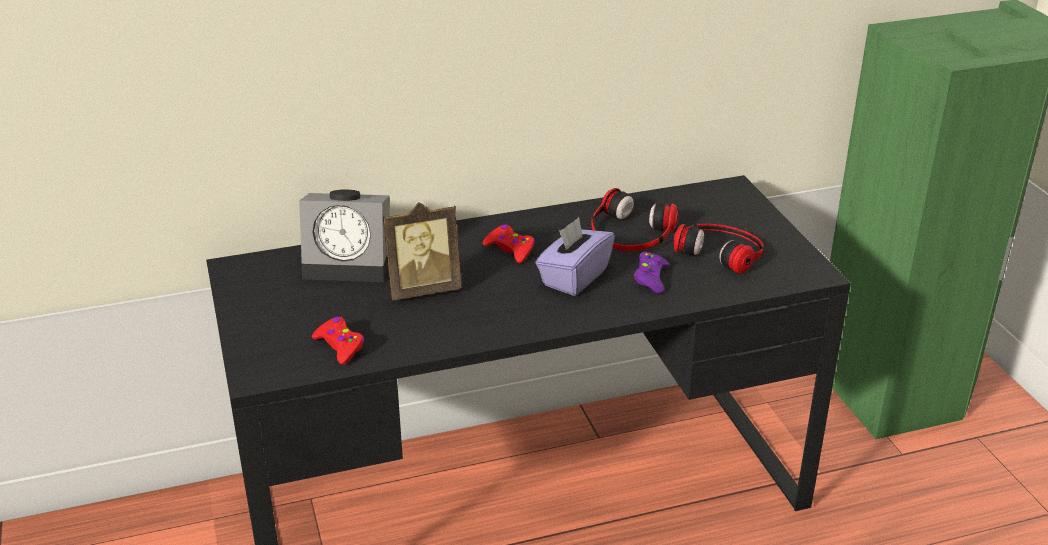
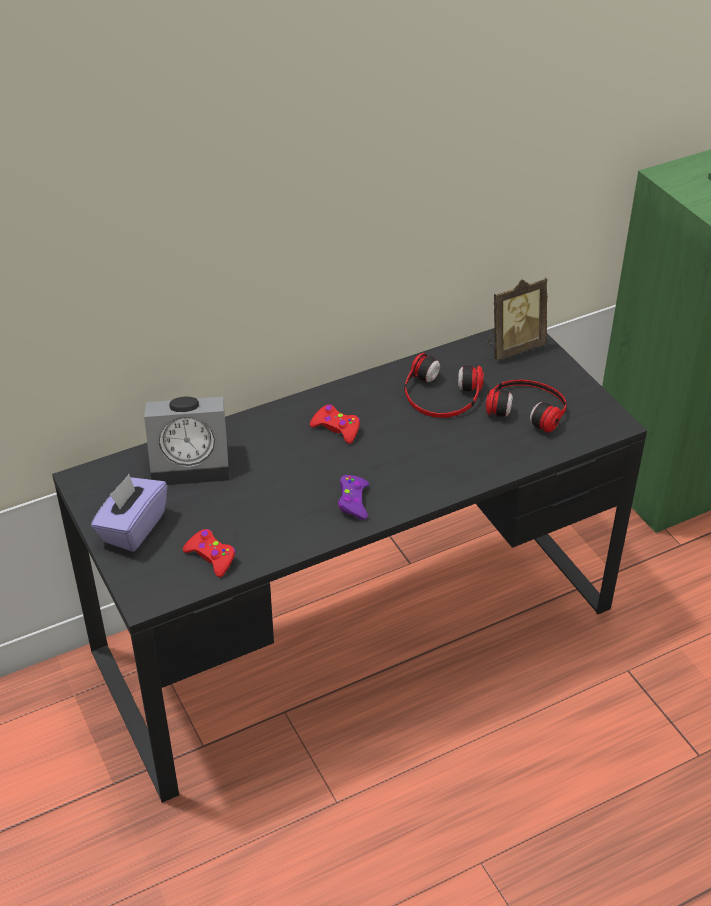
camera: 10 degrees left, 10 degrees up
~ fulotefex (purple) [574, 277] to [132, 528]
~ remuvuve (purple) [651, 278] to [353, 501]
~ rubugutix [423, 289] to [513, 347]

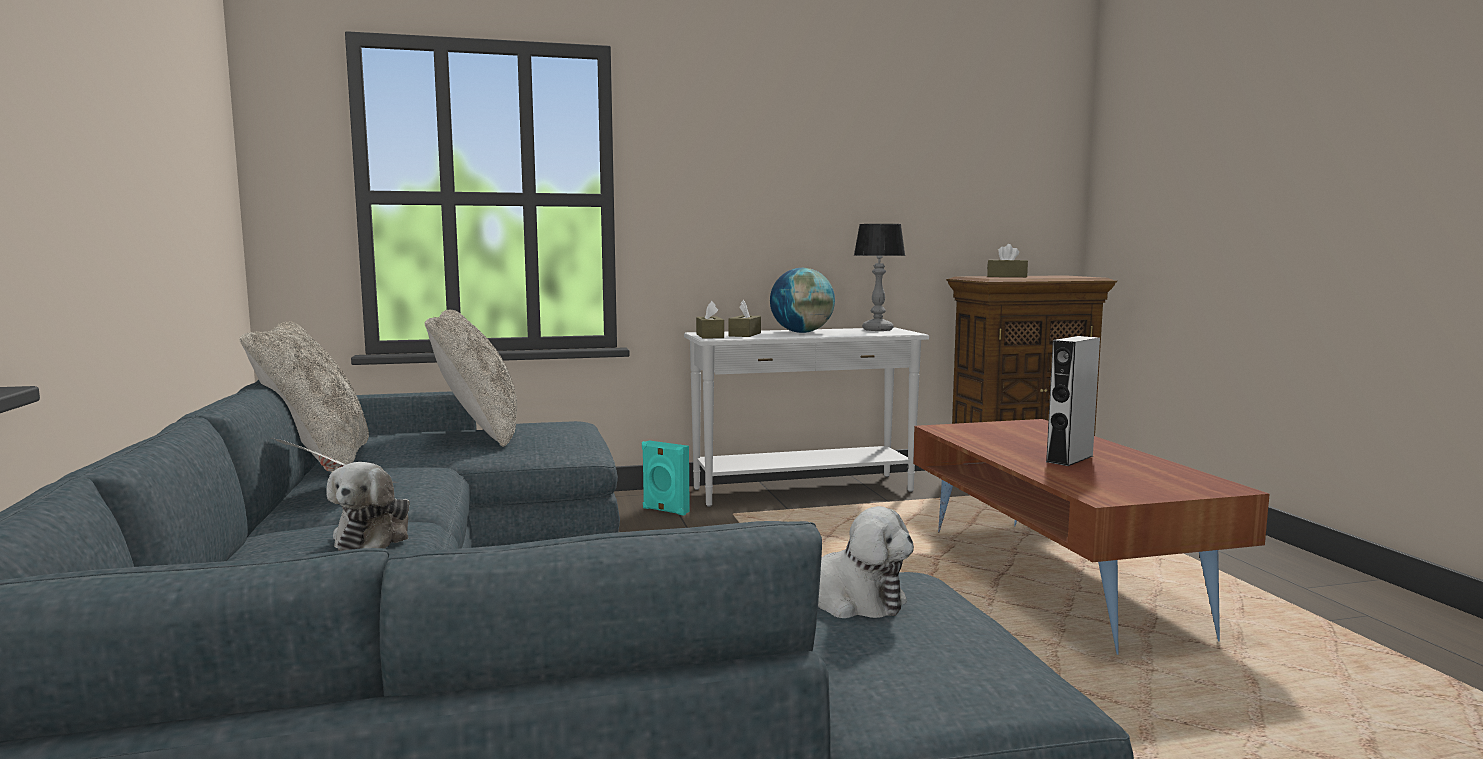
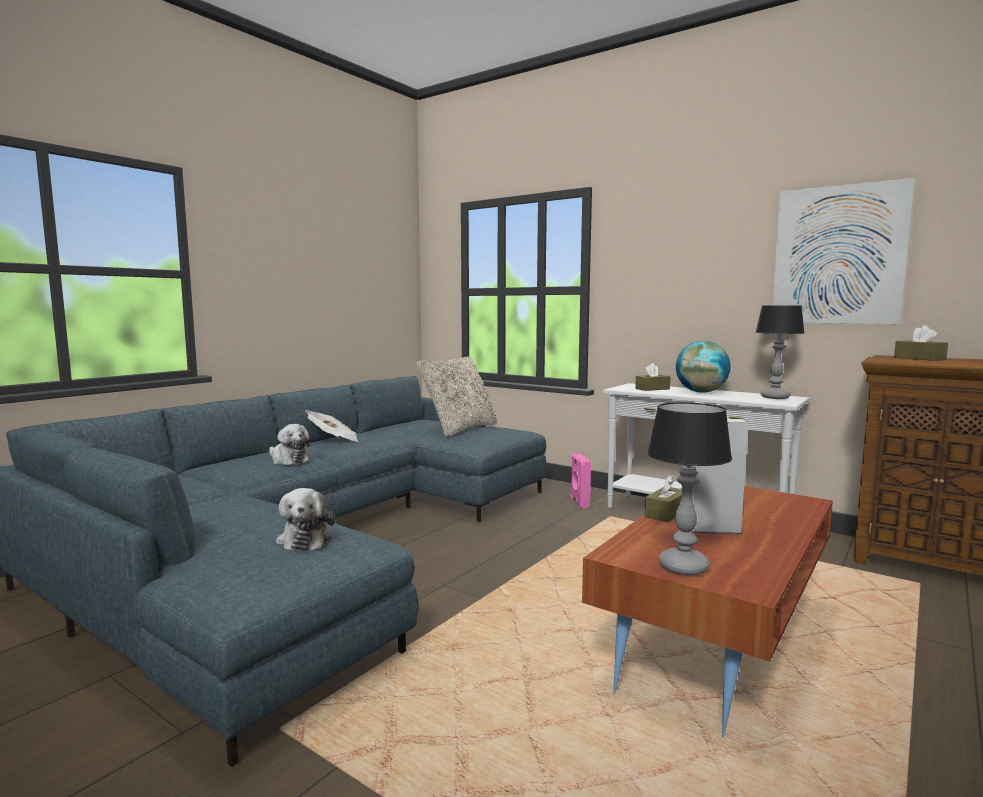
camera: 50 degrees right, 0 degrees up
~ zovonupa [375, 536] = [288, 460] 105 degrees counterclockwise
~ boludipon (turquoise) [665, 510] to boludipon (pink) [579, 502]
~ fulotefex (brown) [710, 336] to [666, 513]
+ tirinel [683, 567]
+ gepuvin [838, 255]
- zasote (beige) [318, 461]

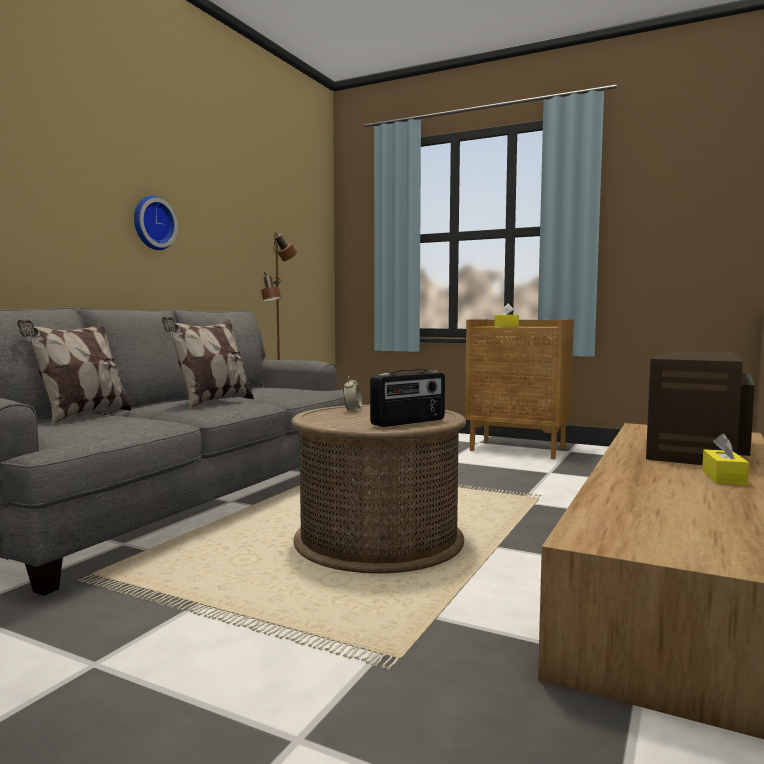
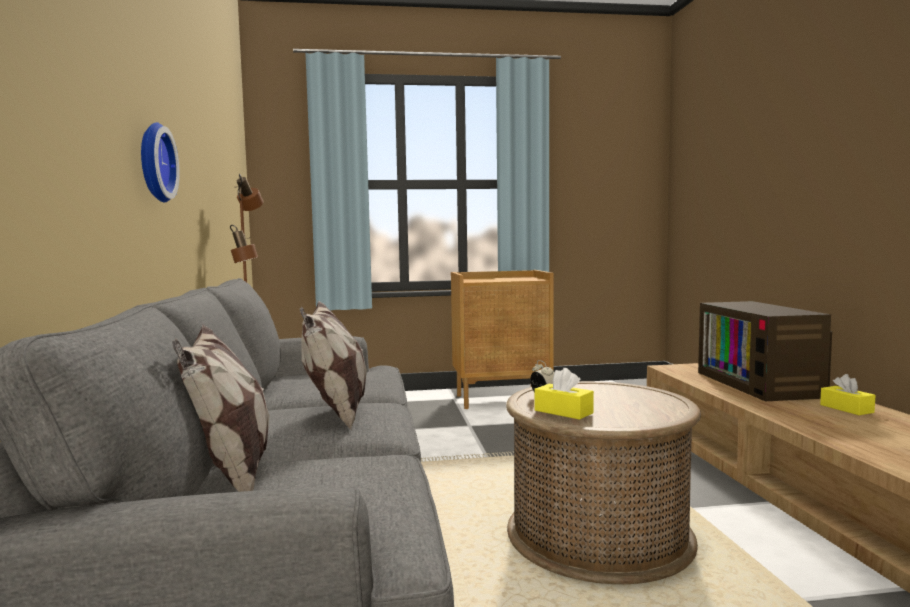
camera: 35 degrees left, 0 degrees up
~ fulotefex (yellow) [506, 326] to [563, 412]
- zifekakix [409, 422]

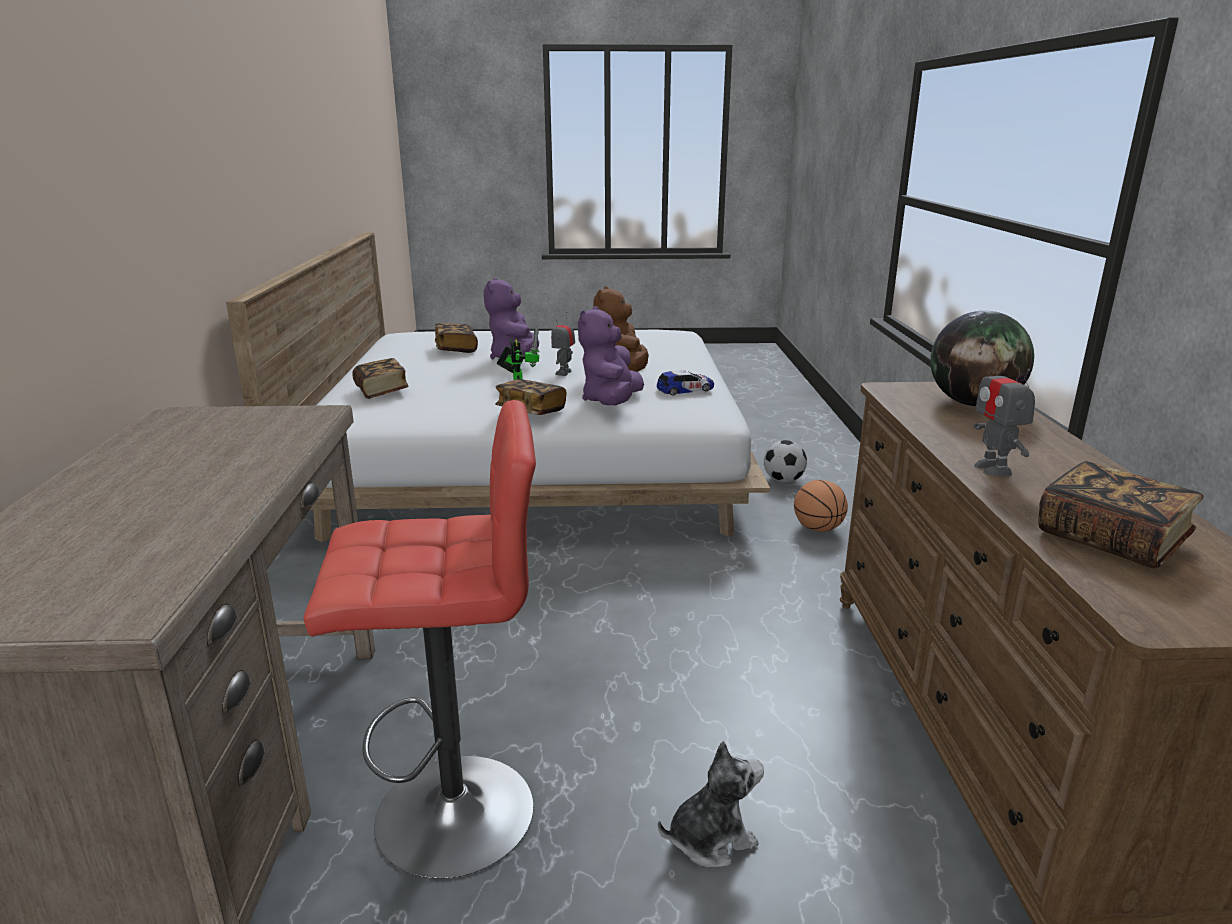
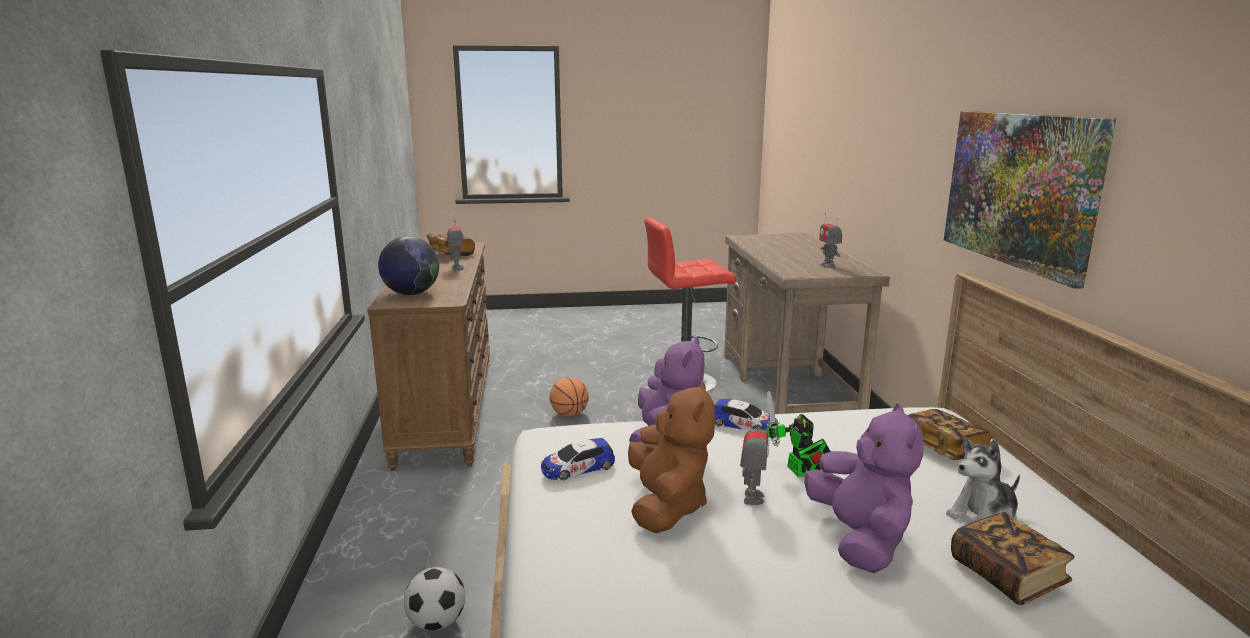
camera: 175 degrees right, 5 degrees down
~ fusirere [818, 529] to [569, 414]
~ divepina [531, 411] to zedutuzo [743, 424]
+ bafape [828, 265]
+ gepuvin [1019, 189]
~ zovonupa [710, 839] to [983, 517]

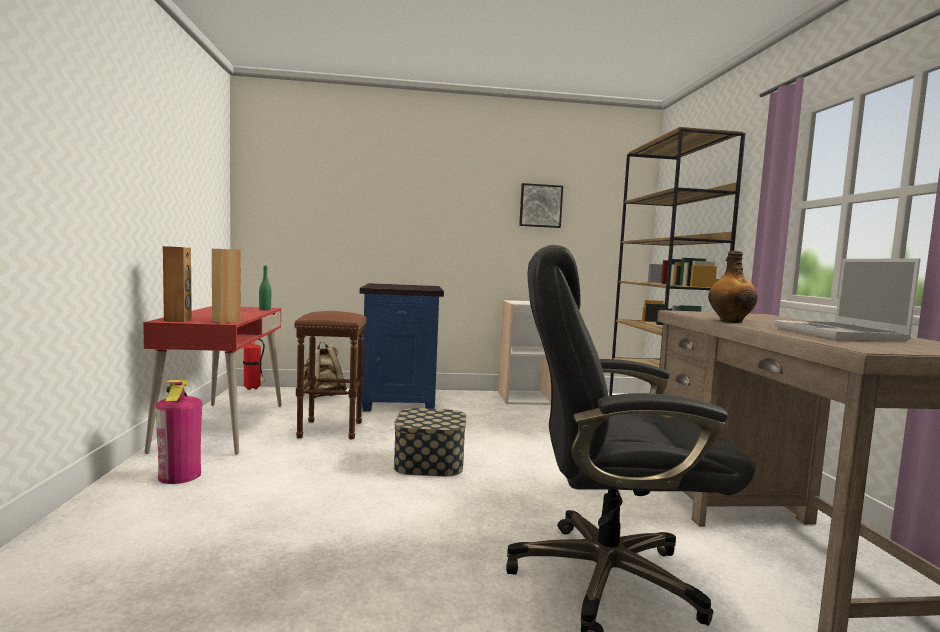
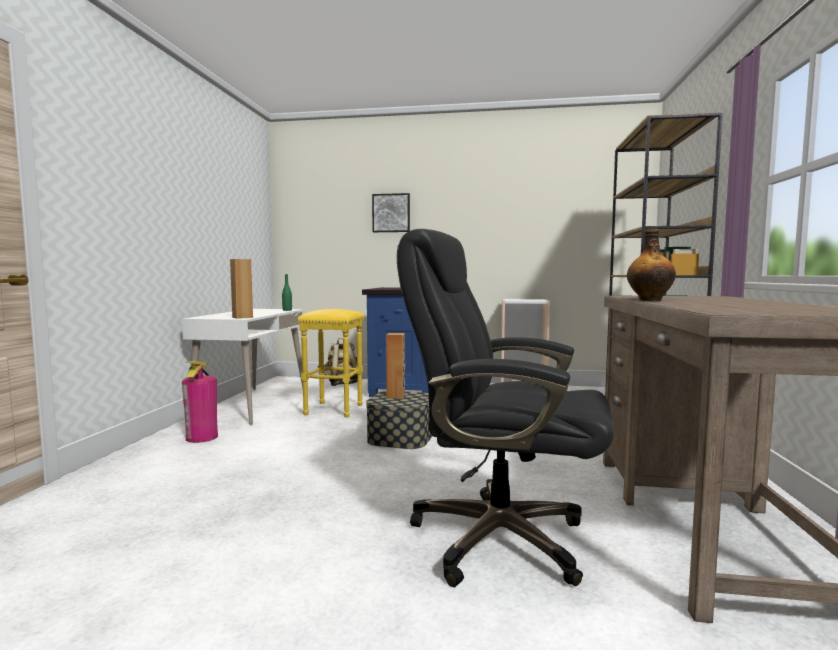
camera: 15 degrees right, 0 degrees up
~ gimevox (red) [222, 426] to gimevox (white) [252, 405]
~ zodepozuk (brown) [331, 430] to zodepozuk (yellow) [334, 410]
~ gepuvin [540, 206] to [391, 213]
~ boludipon (brown) [178, 320] to [396, 396]
- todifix [253, 389]
- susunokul [839, 334]

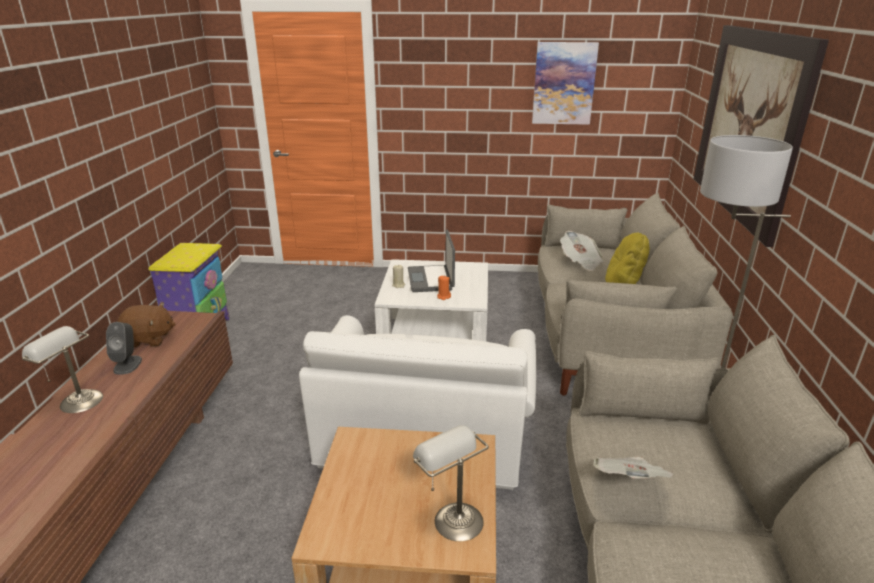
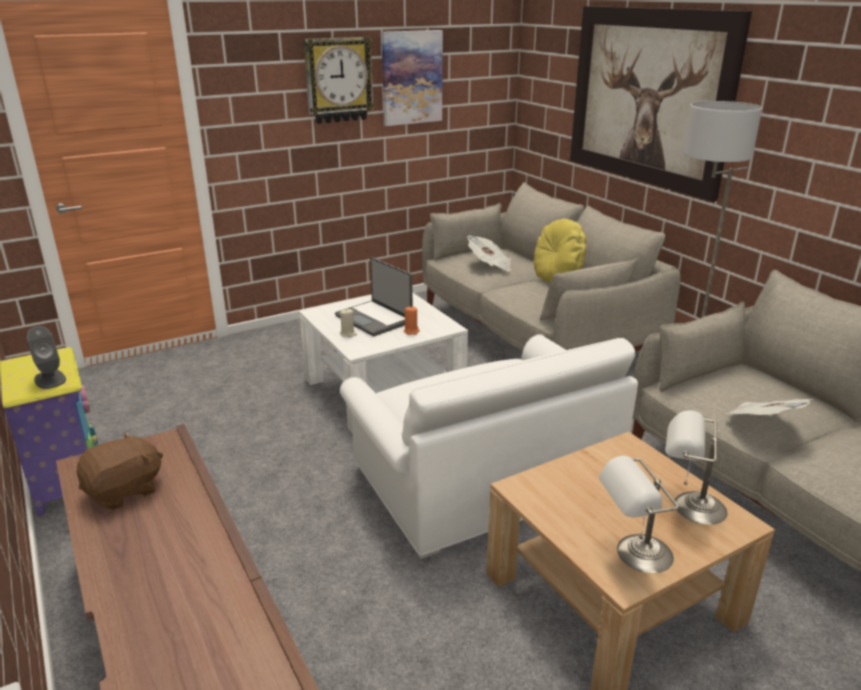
camera: 35 degrees left, 0 degrees up
~ boludipon (grey) [128, 364] to [50, 379]
+ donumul [338, 80]
~ tirinel (white) [74, 399] to [634, 556]

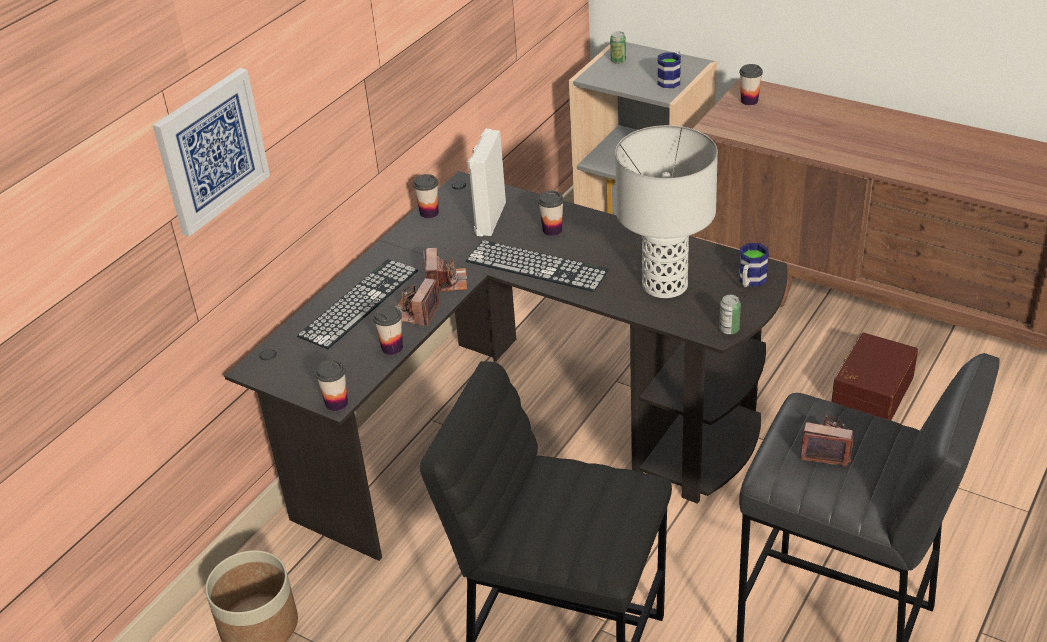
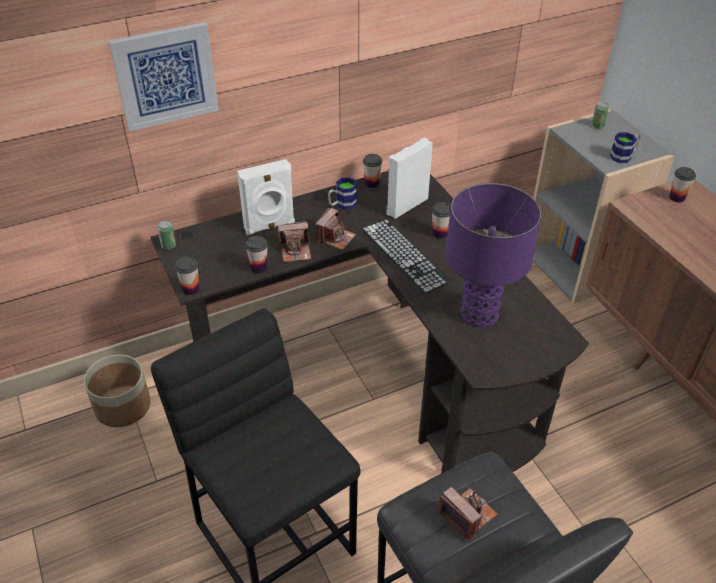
camera: 30 degrees right, 5 degrees up
~ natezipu [729, 329] to [168, 246]
~ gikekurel [359, 303] to boludipon (white) [269, 226]
~ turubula [415, 313] = [295, 251] 150 degrees counterclockwise
~ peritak [750, 281] to [342, 204]
~ tirinel (white) [663, 285] to tirinel (purple) [478, 313]
- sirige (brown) [870, 391]

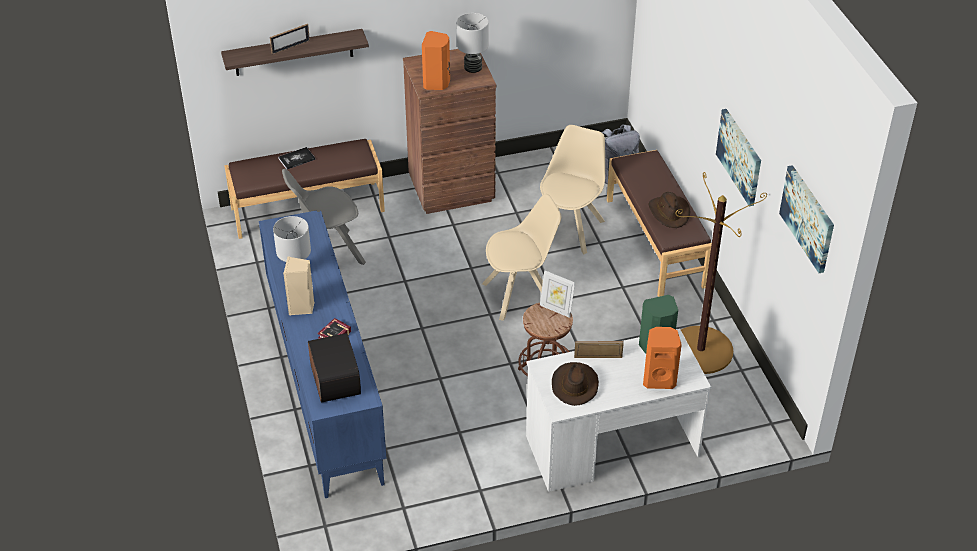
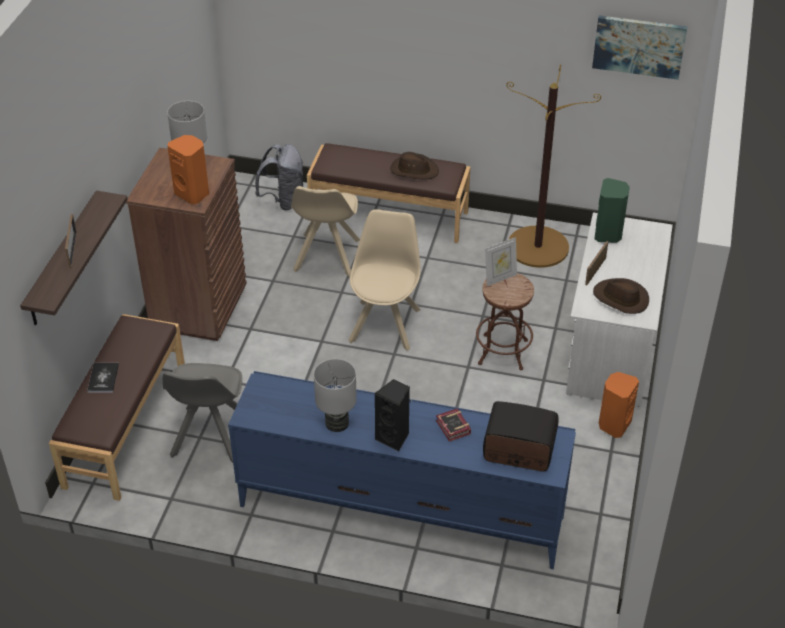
camera: 60 degrees left, 0 degrees up
~ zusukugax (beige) [570, 229] = [326, 256] 135 degrees counterclockwise
~ boludipon (beige) [301, 307] to boludipon (black) [394, 438]
~ boludipon (orange) [659, 379] to [613, 424]
- gepuvin [740, 156]

